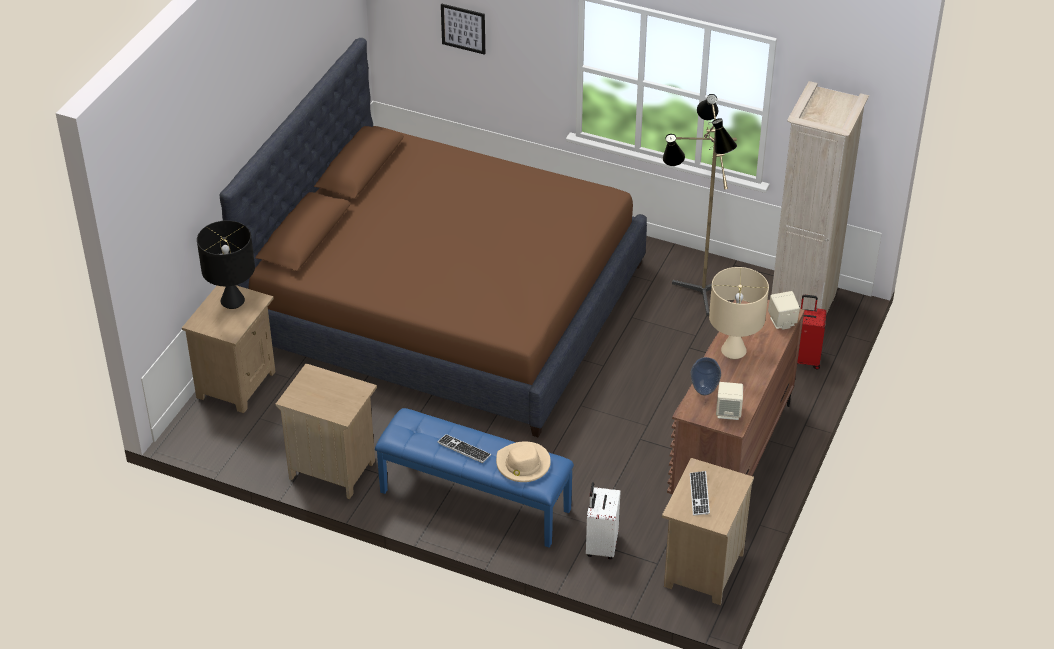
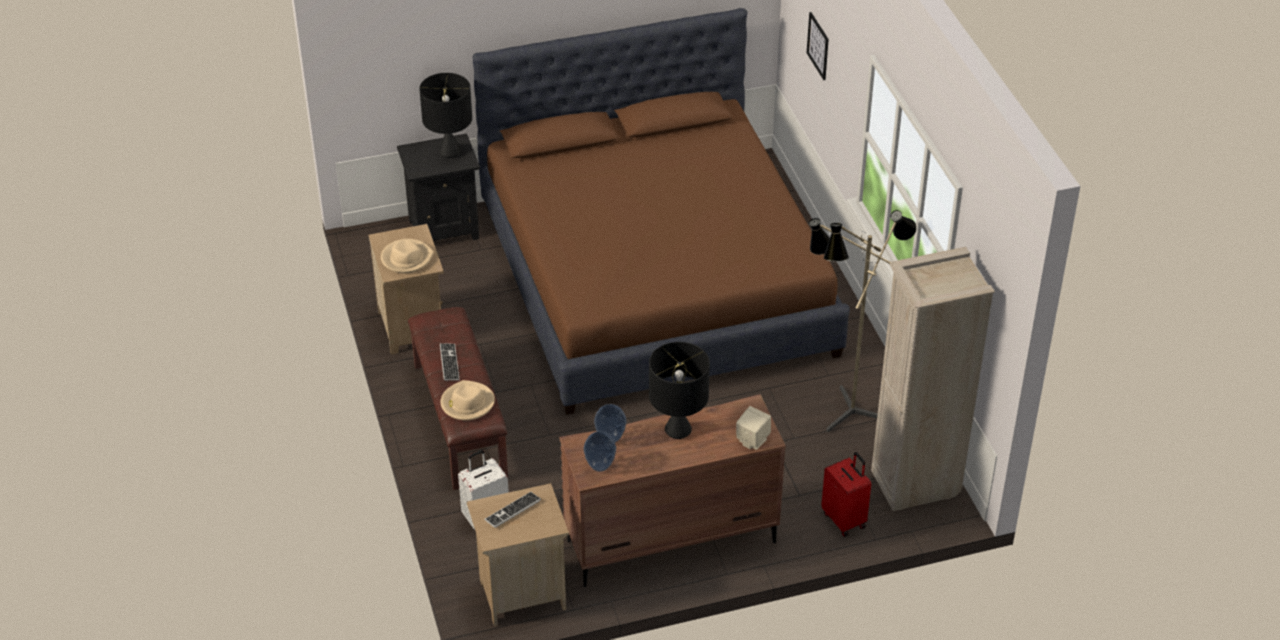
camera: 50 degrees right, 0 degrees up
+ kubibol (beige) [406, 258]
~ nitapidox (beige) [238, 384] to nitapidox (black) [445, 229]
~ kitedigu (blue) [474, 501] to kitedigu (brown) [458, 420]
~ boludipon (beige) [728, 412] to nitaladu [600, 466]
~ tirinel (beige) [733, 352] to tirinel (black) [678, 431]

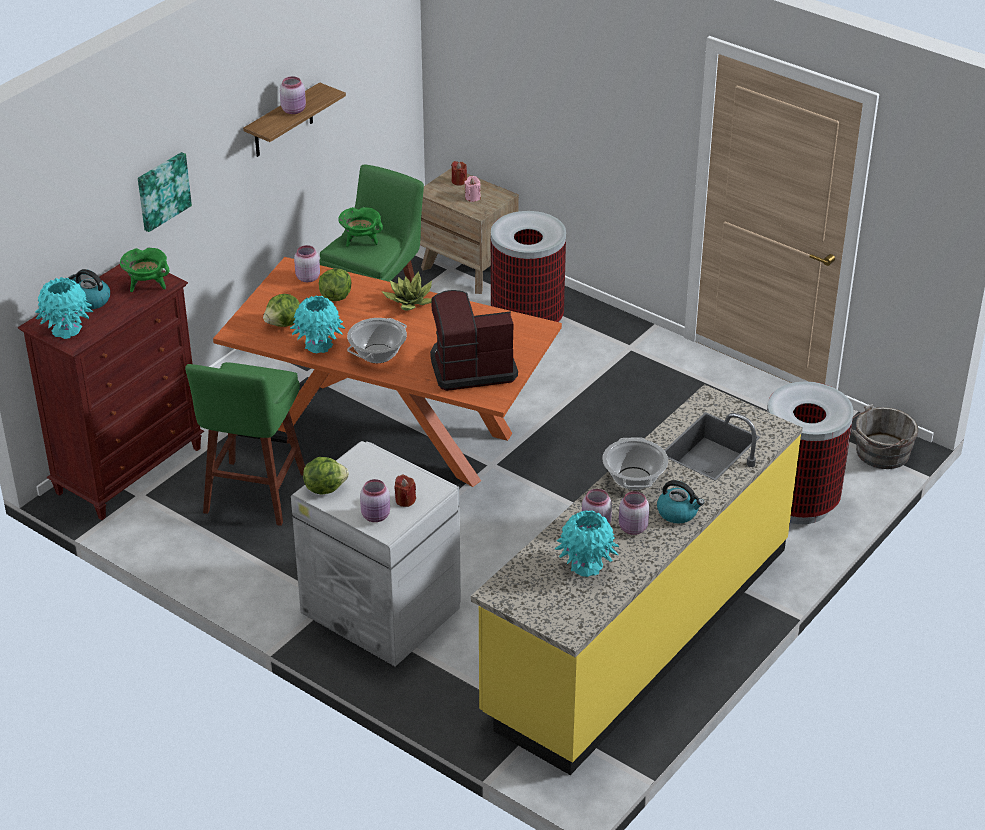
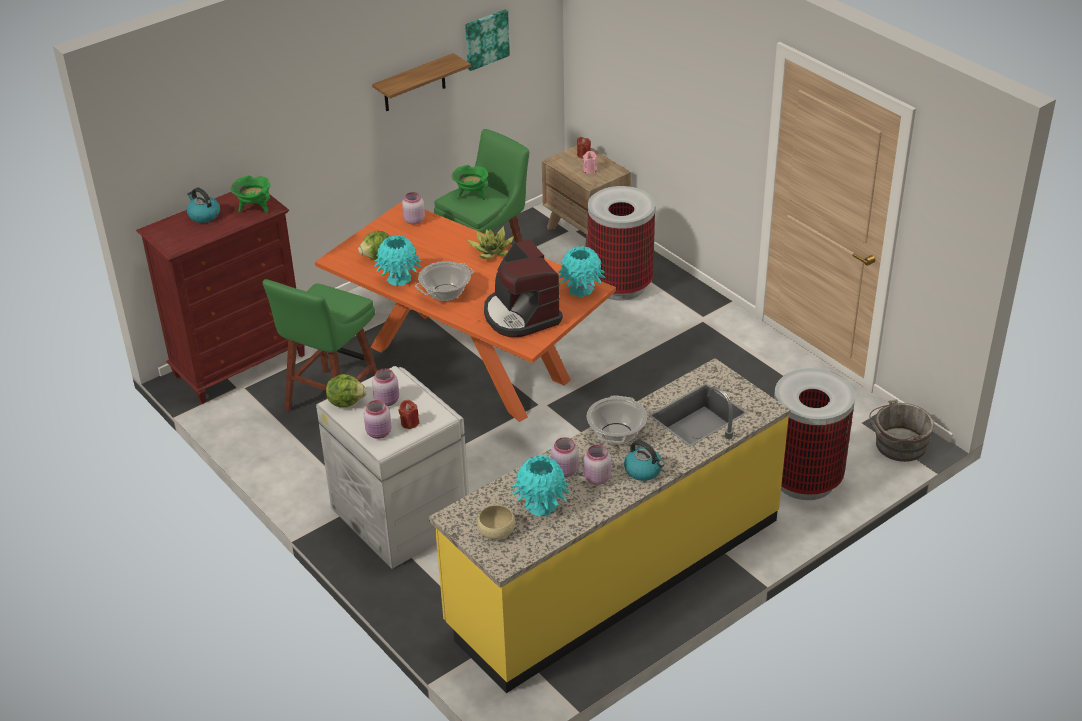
camera: 15 degrees right, 0 degrees up
~ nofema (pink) [294, 110] to [387, 400]
~ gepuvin [162, 191] to [486, 39]
+ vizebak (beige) [496, 530]
~ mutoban [471, 367] = [521, 315] 120 degrees counterclockwise
~ nitaladu (turquoise) [67, 330] to [581, 290]
- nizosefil [335, 296]

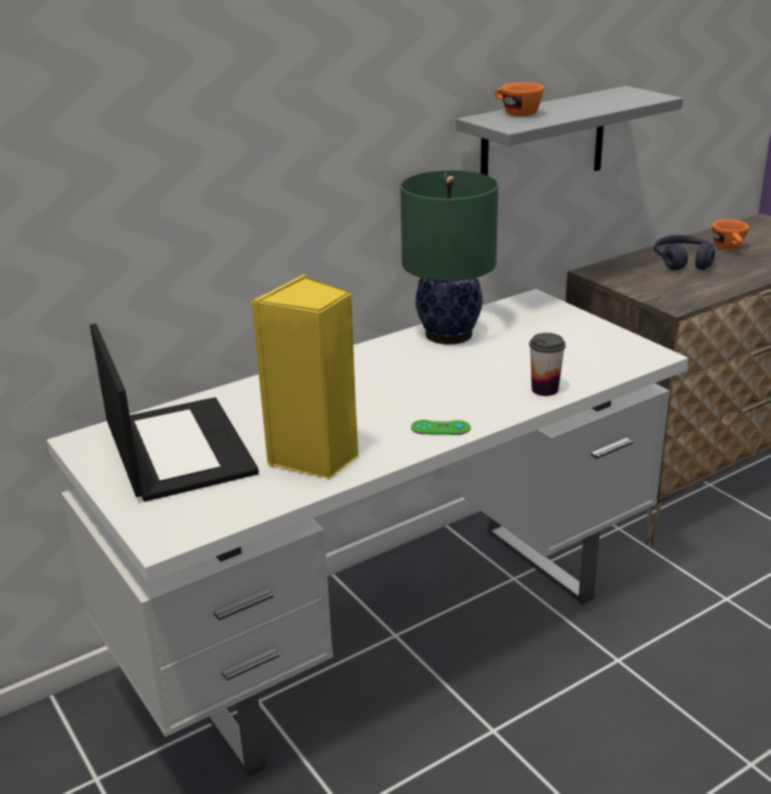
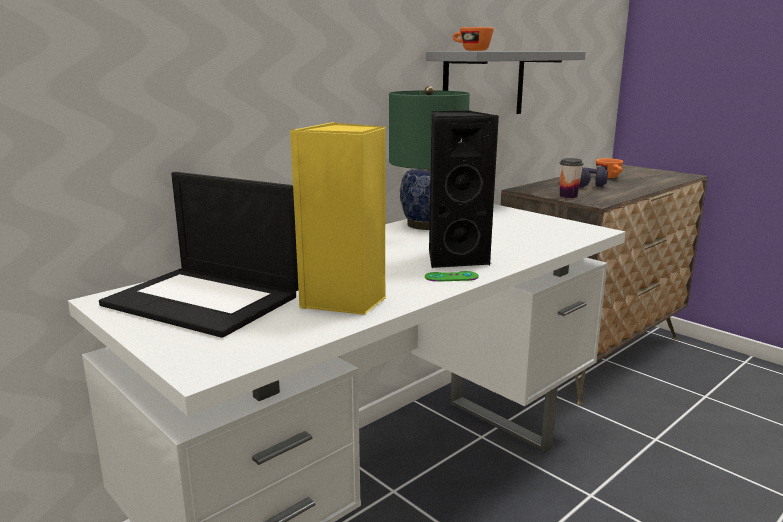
camera: 10 degrees left, 10 degrees down
~ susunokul [177, 448] = [205, 300] 150 degrees clockwise
+ boludipon (black) [455, 258]
~ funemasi [544, 389] to [568, 196]

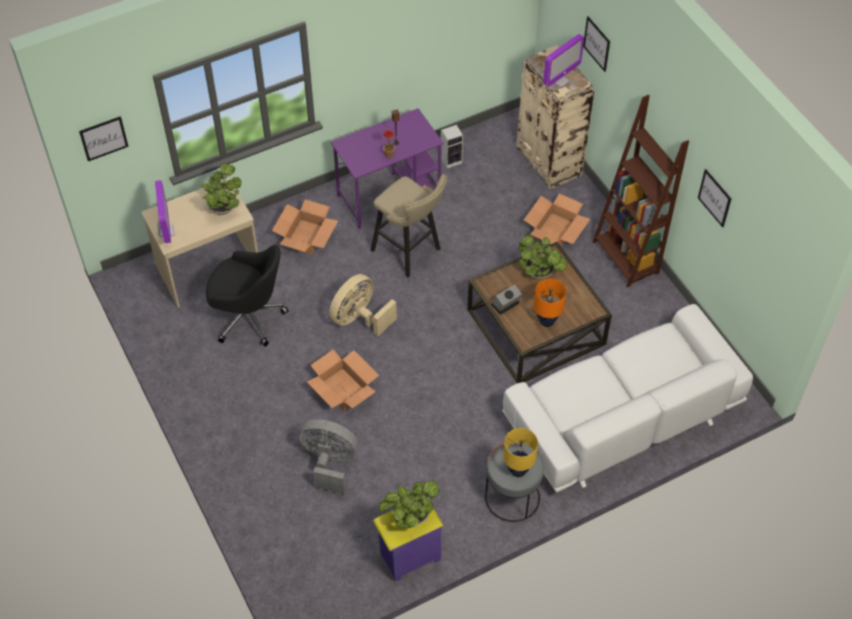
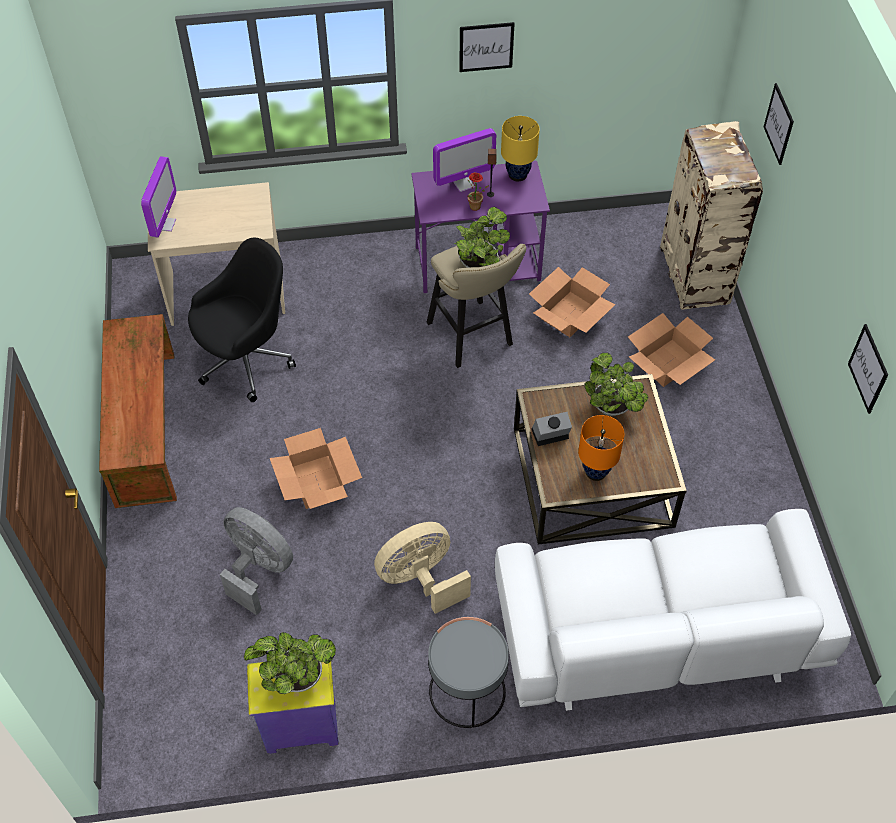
camera: 20 degrees right, 0 degrees up
+ kitedigu (brown) [144, 427]
~ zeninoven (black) [250, 318] = [247, 362] 75 degrees counterclockwise
~ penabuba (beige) [359, 319] to [421, 579]
~ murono [560, 81] to [463, 183]
~ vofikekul [224, 207] to [480, 263]
~ gepuvin [103, 138] to [486, 47]
~ tirinel (yellow) [518, 469] to [517, 174]
~ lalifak [306, 237] to [570, 314]
- boludipon [451, 160]
- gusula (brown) [626, 257]

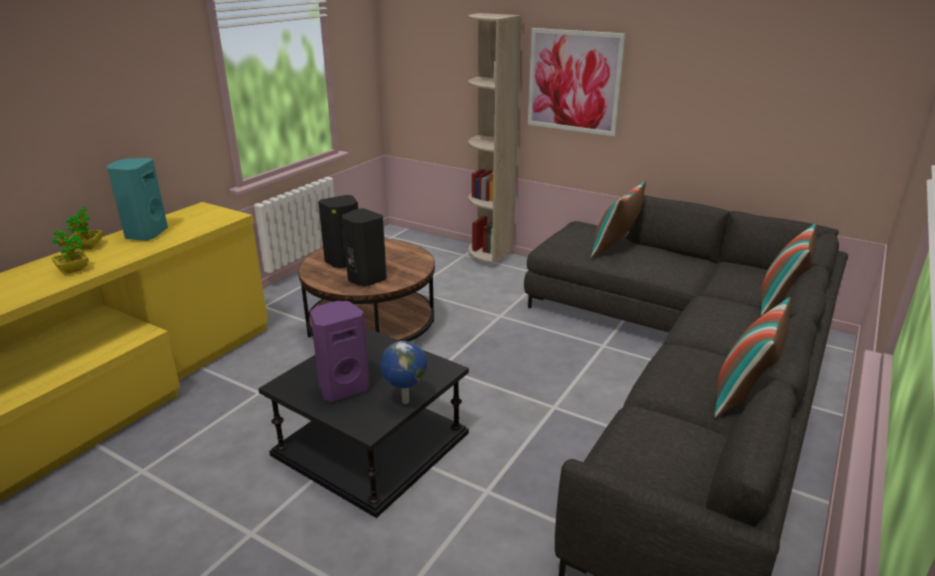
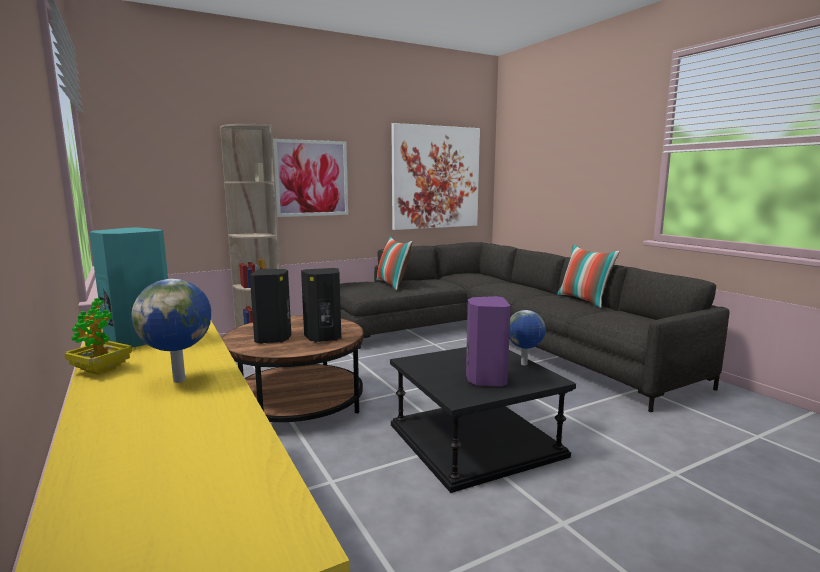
camera: 60 degrees left, 15 degrees down
~ vofikekul [73, 270] to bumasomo [181, 380]
+ gepuvin [435, 177]
- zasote [780, 302]

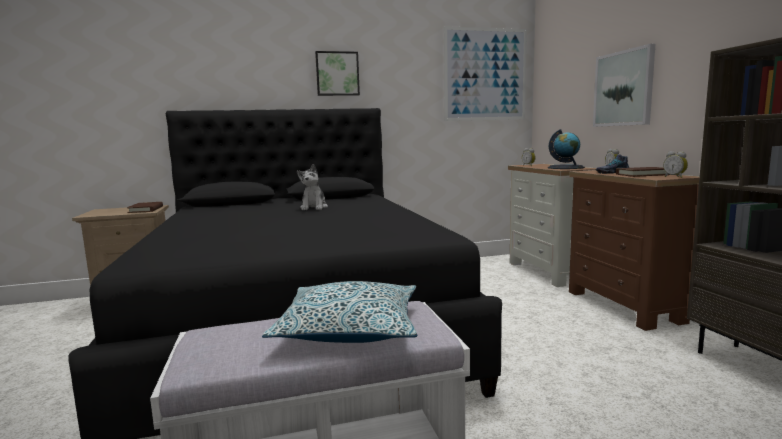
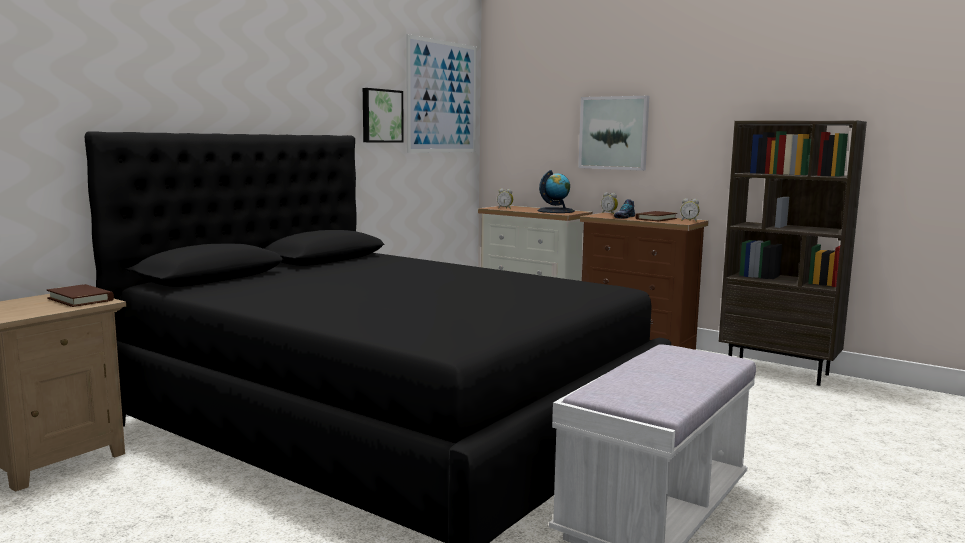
camera: 40 degrees left, 0 degrees up
~ gepuvin [337, 74] to [381, 116]
- zasote [350, 329]
- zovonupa [314, 208]

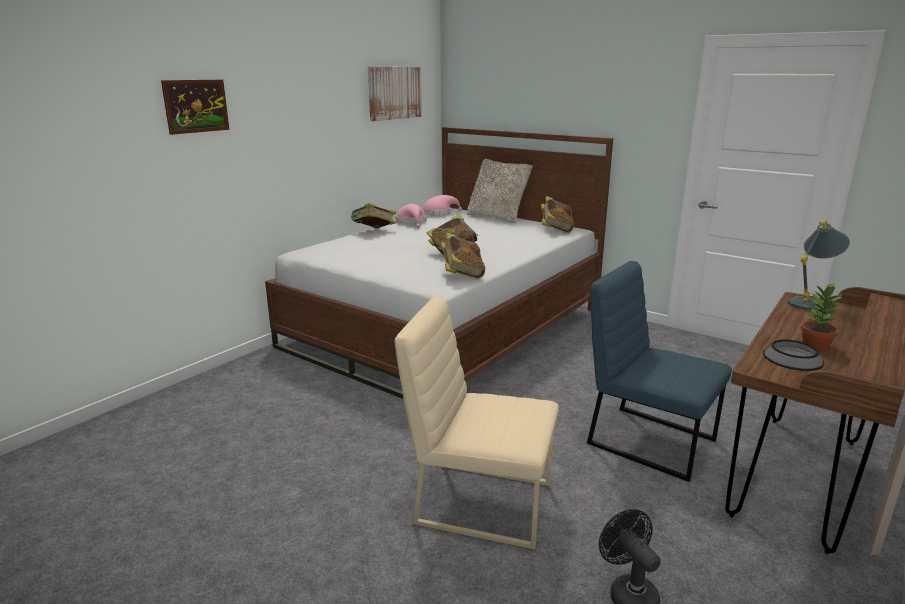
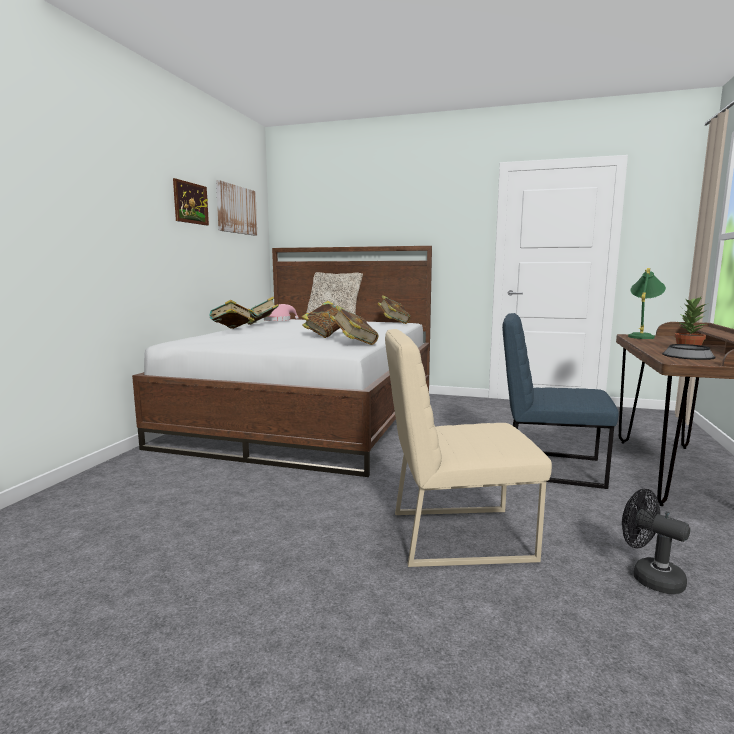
camera: 20 degrees left, 10 degrees down
~ gepuvin [196, 106] to [190, 203]
~ kubibol (pink) [412, 222] to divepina [262, 325]
~ tirinel (grey) [810, 303] to tirinel (green) [642, 336]

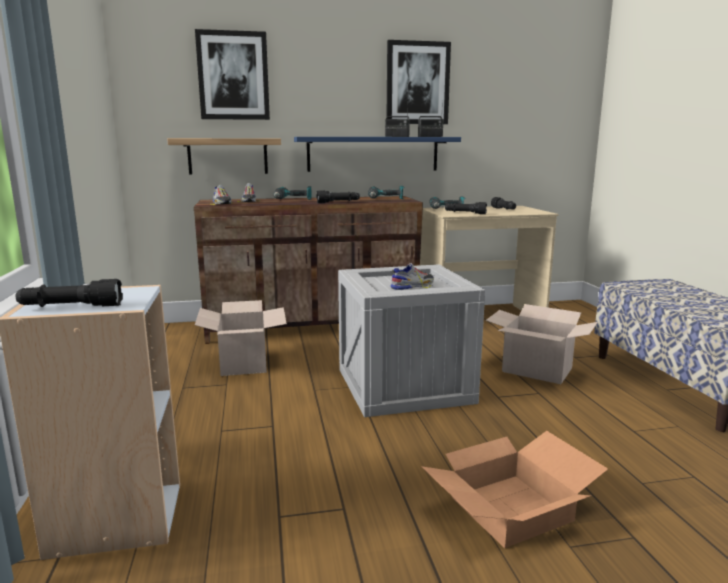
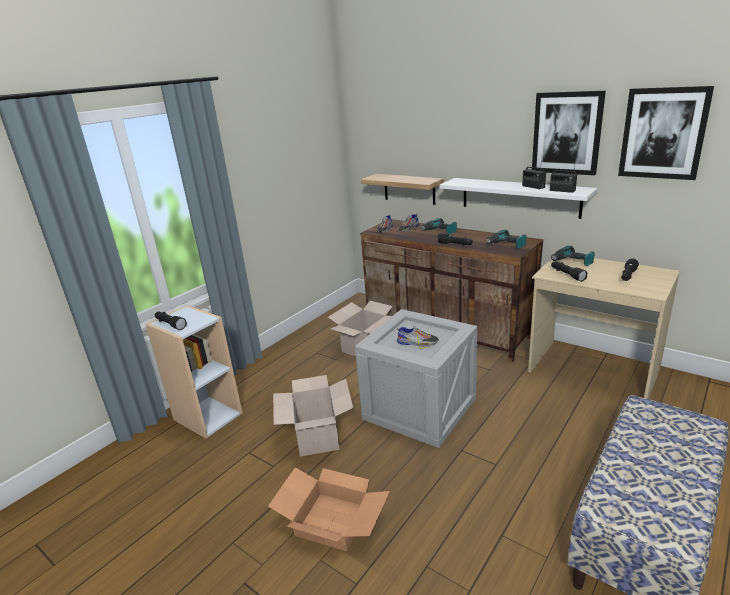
camera: 50 degrees right, 10 degrees up
~ lalifak [537, 370] to [318, 436]
~ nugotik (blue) [373, 154] to nugotik (white) [519, 197]
~ gepuvin [233, 76] to [663, 133]

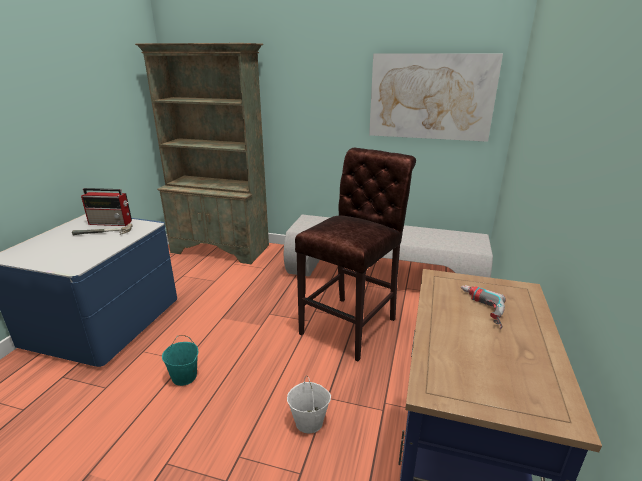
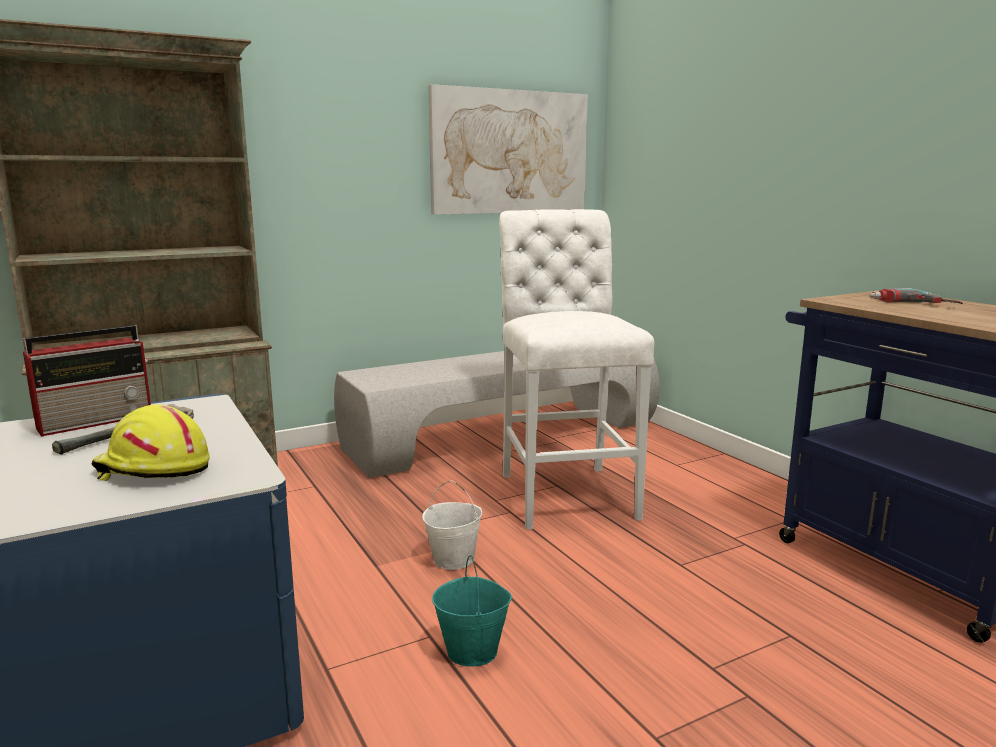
camera: 45 degrees left, 10 degrees down
+ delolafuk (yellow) [152, 470]
~ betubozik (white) [309, 422] to [454, 559]
~ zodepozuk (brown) [352, 324] to zodepozuk (white) [566, 492]

